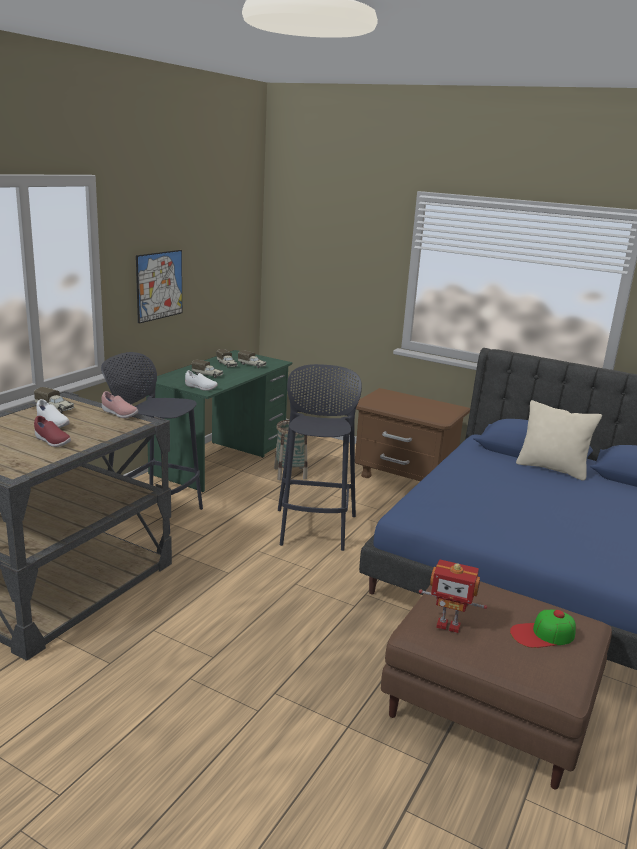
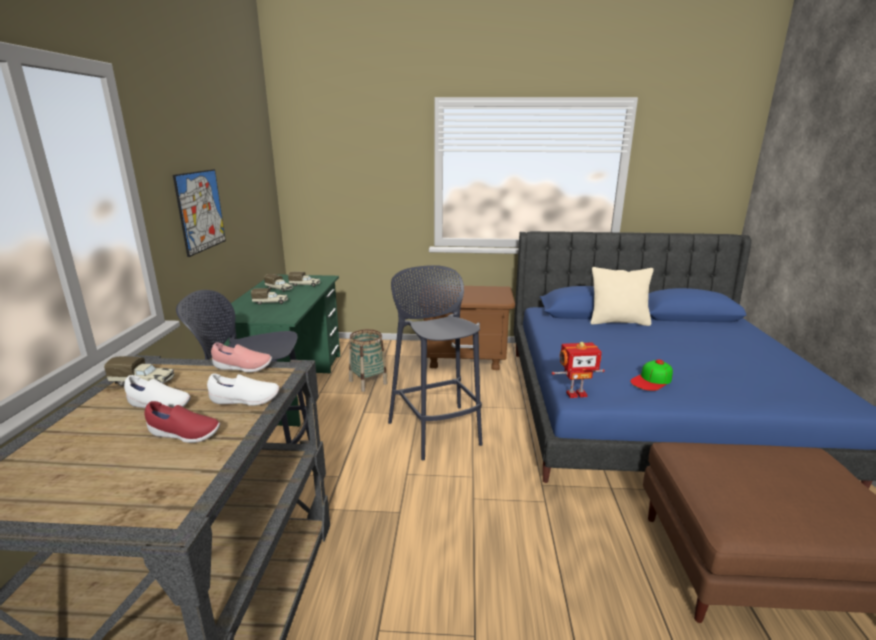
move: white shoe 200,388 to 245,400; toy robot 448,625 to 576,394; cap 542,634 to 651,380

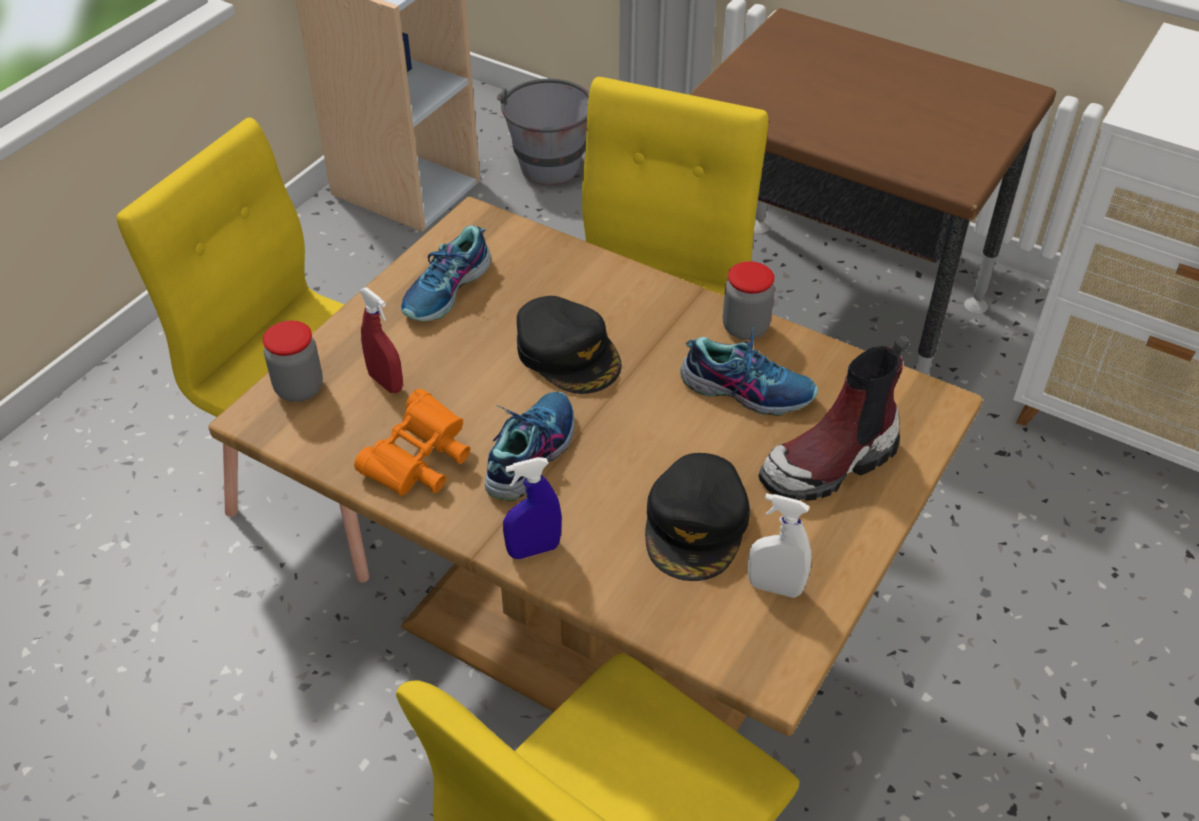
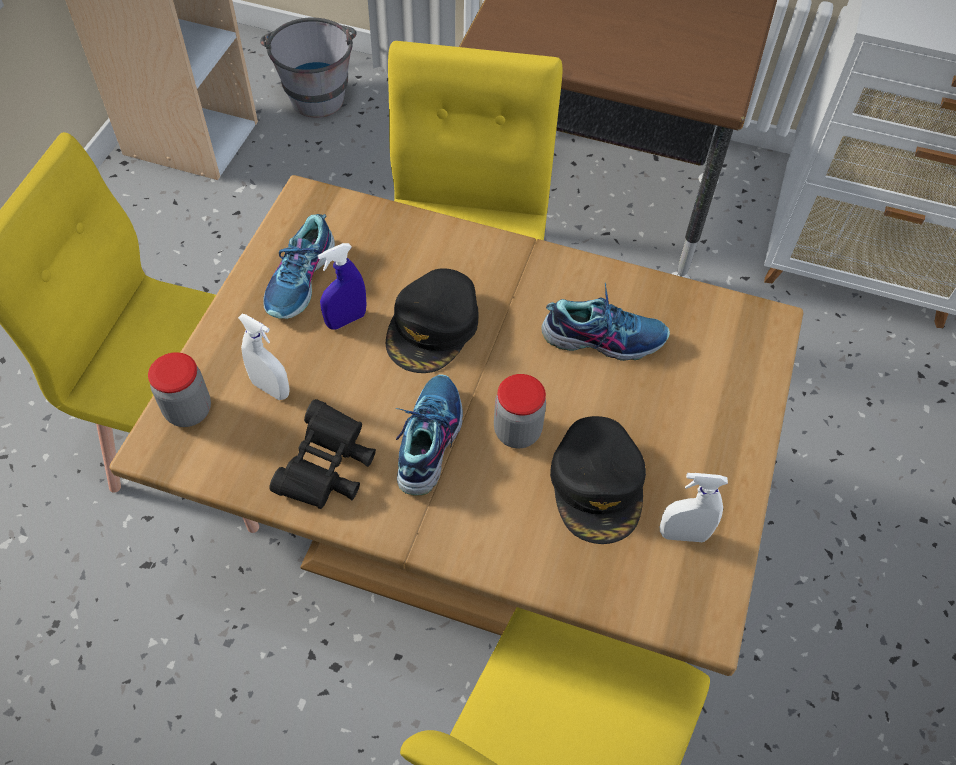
delete: boot 830,463
move: blue spray bottle 533,550 to 346,320; jar 745,328 to 517,431
recolor: orange binoculars 419,463 to black binoculars 327,469; red spray bottle 386,382 to white spray bottle 271,389
rotate: black cap 568,353 = 433,328 75 degrees clockwise

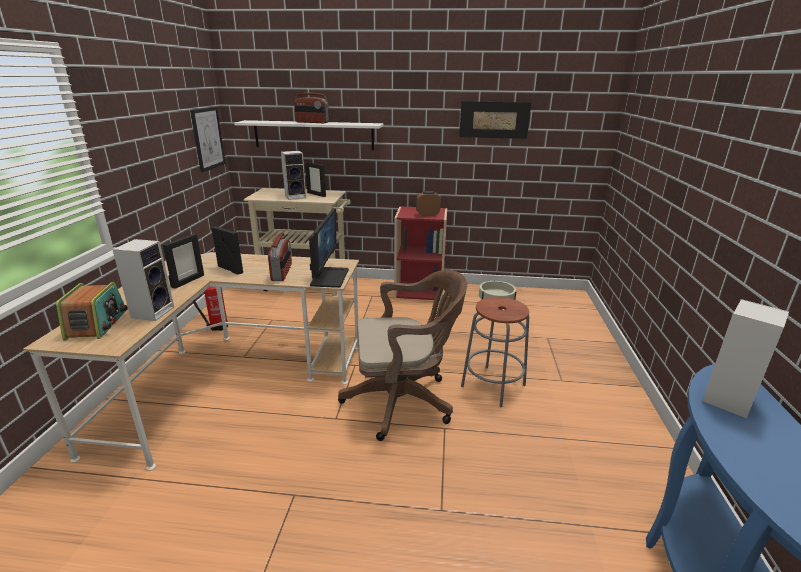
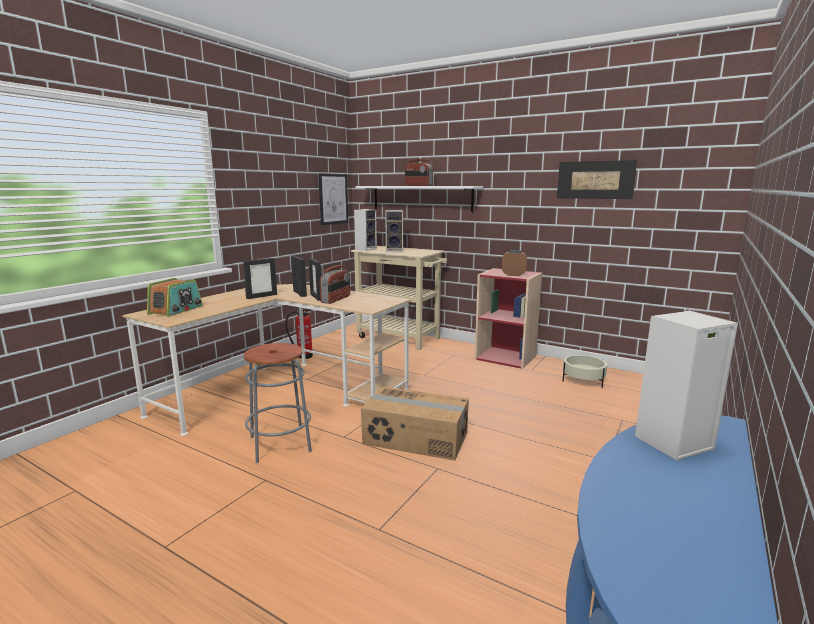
delete: monitor 329,277
move: speaker 153,312 to 366,249; picture frame 317,194 to 316,297; grey stool 493,385 to 280,444
replace: brown office chair 404,401 to cardboard box 415,438

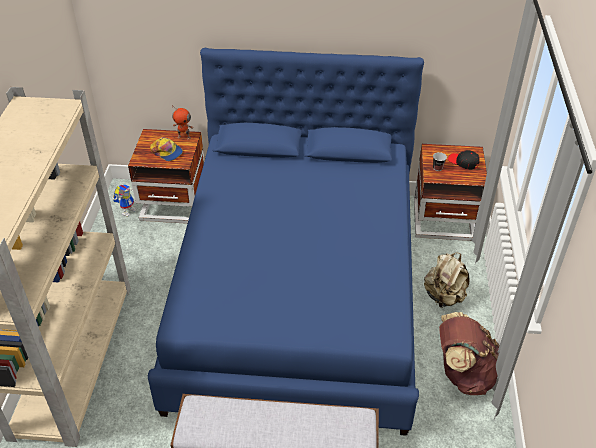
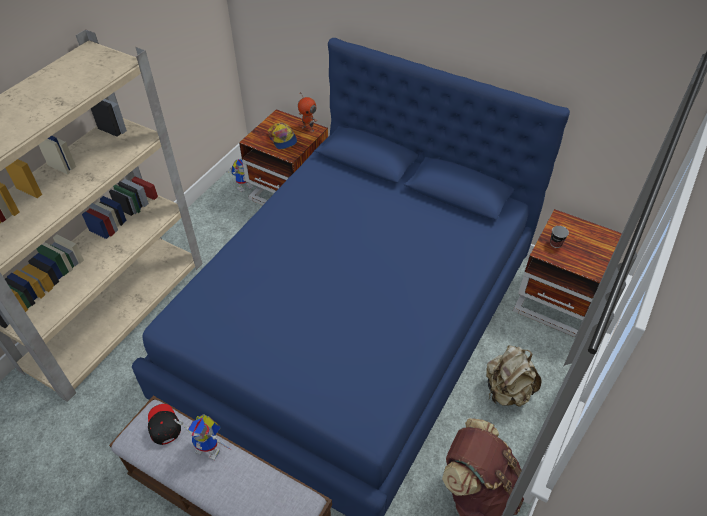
insert: toy robot 211,448
move: black cap 463,162 to 163,425

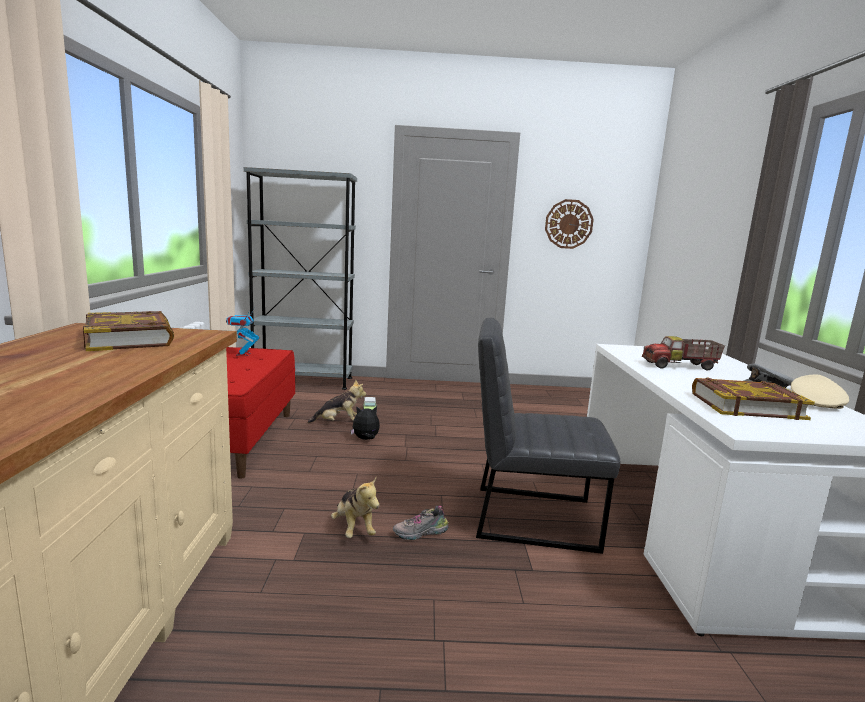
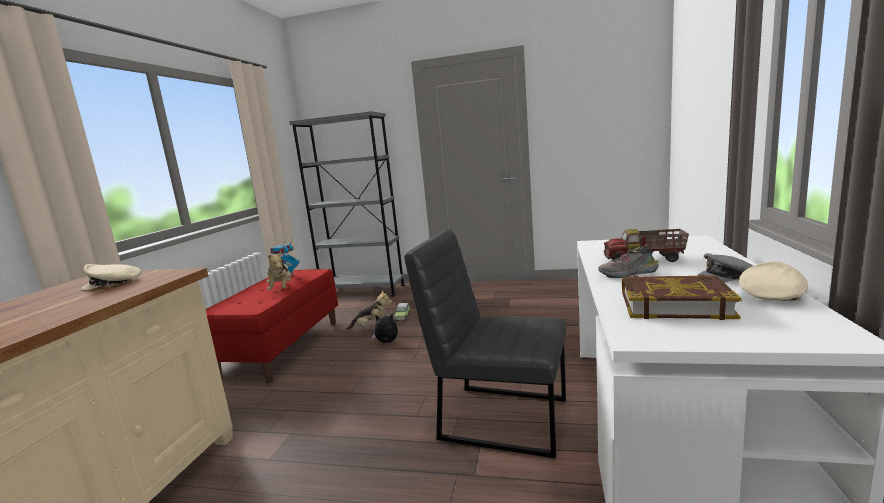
delete: wall clock 568,224
move: plush toy 354,528 to 281,289; shoe 420,533 to 628,274
replace: book 130,338 to beige cap 113,283

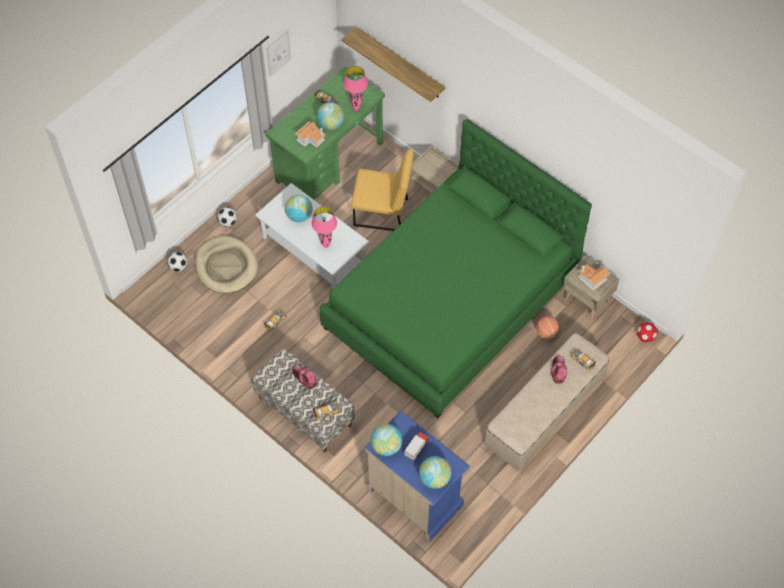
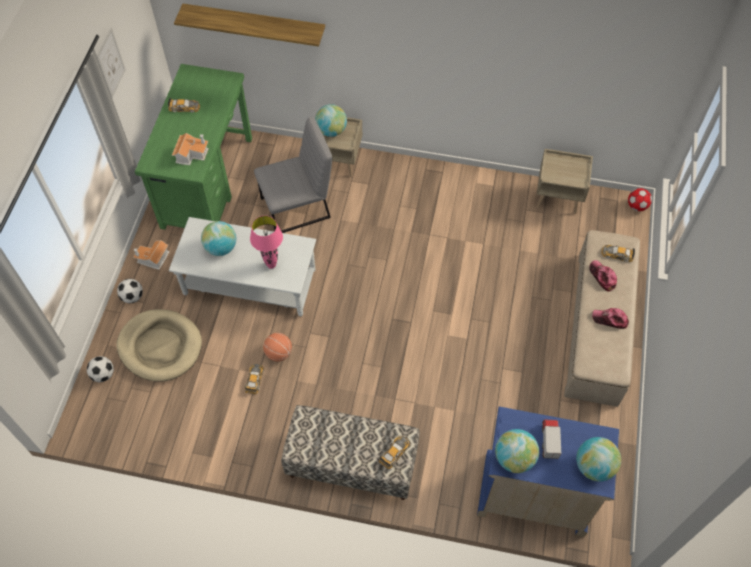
delete: green bed 451,301; pink table lamp 356,108
move: cap 304,377 to 610,319; globe 331,124 to 331,131; basketball 546,333 to 279,353; toy house 591,279 to 153,259
recolor: yellow chair 382,212 to grey chair 297,207

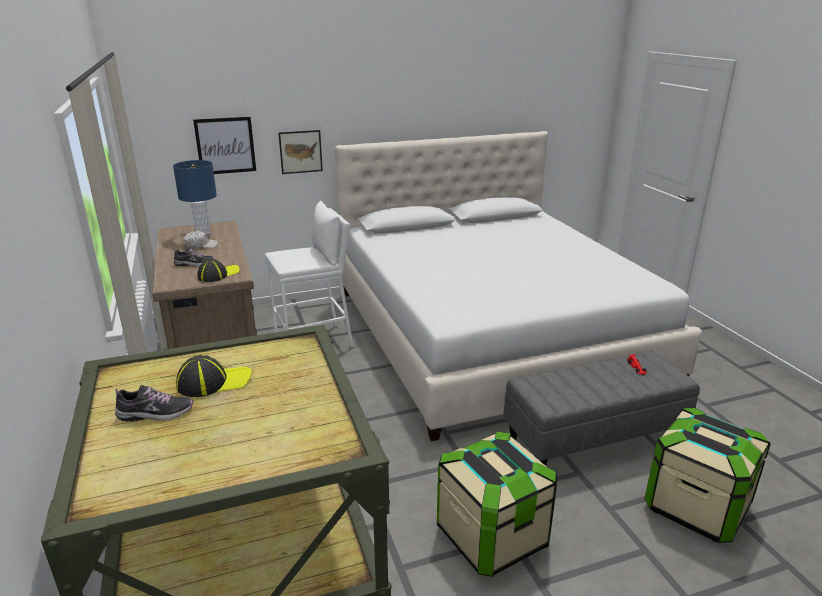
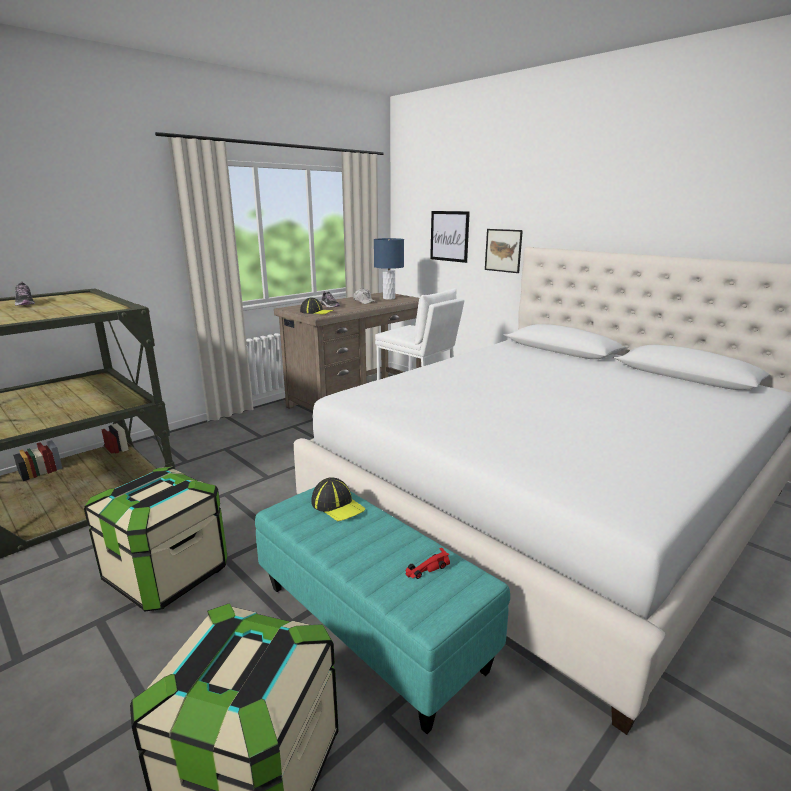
move: cap 214,382 to 337,505
recolor: grey ottoman 593,438 to turquoise ottoman 372,626

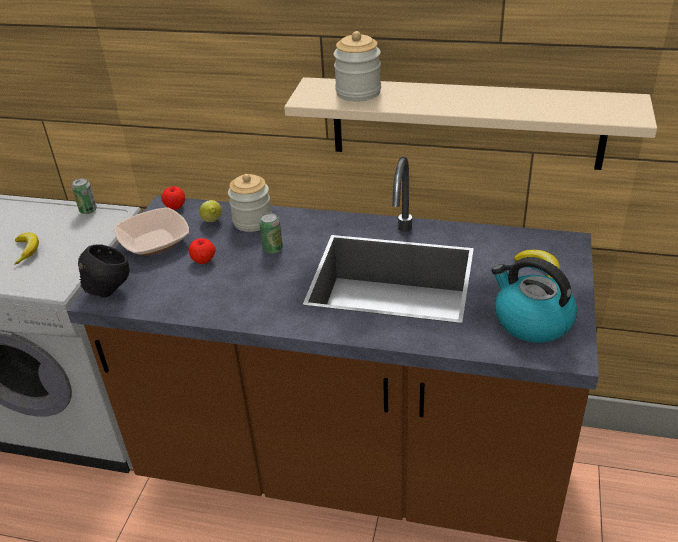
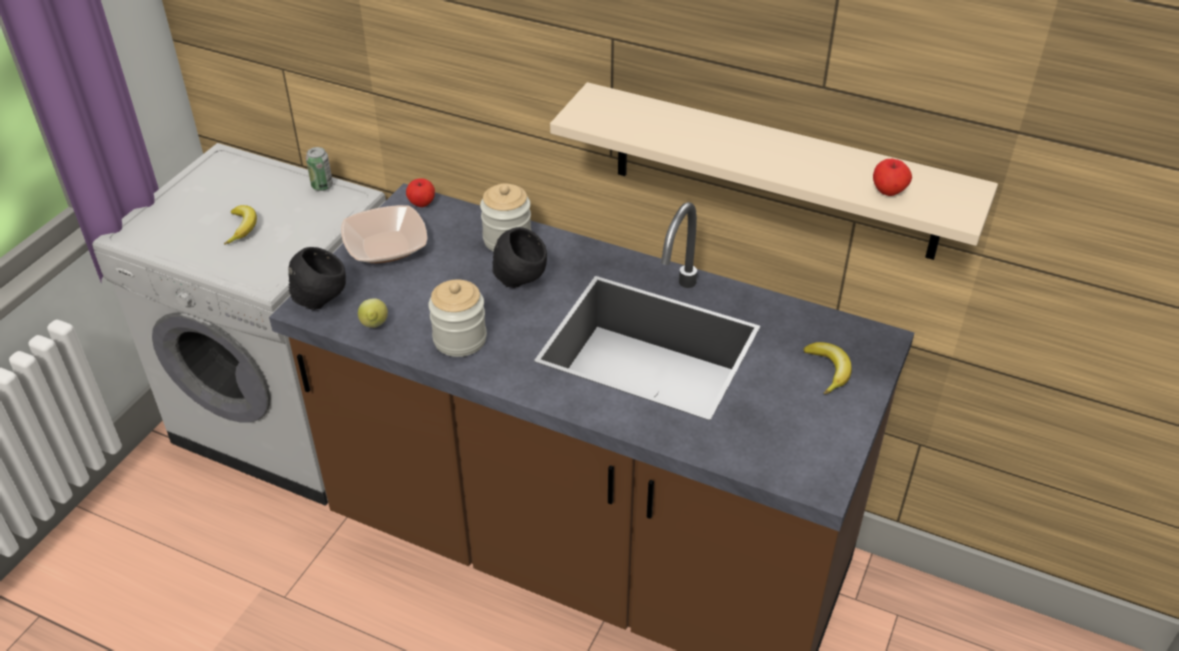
delete: kettle 531,321
move: apple 203,260 to 888,191; lemon 212,222 to 374,326; jar 358,92 to 460,339
replace: can 272,249 to black bowl 520,282

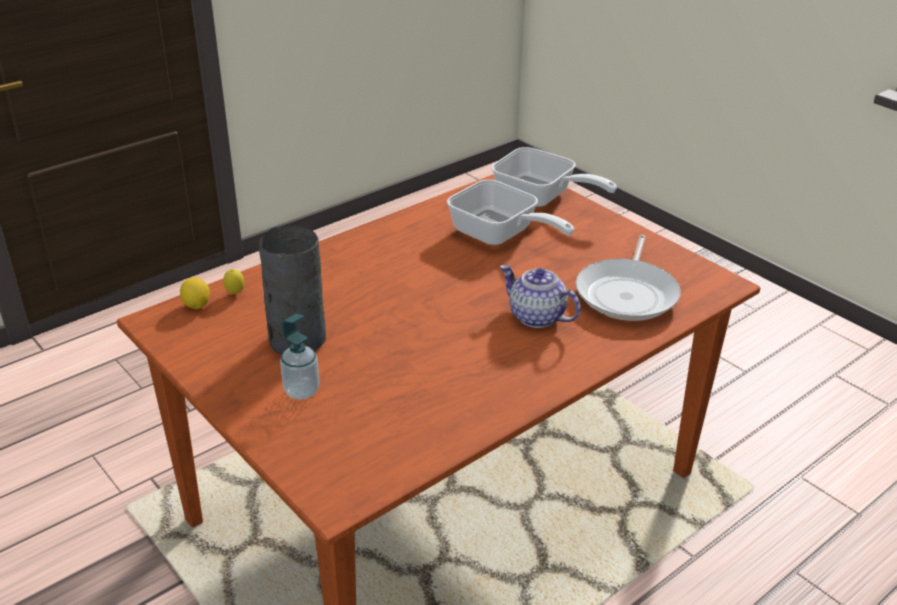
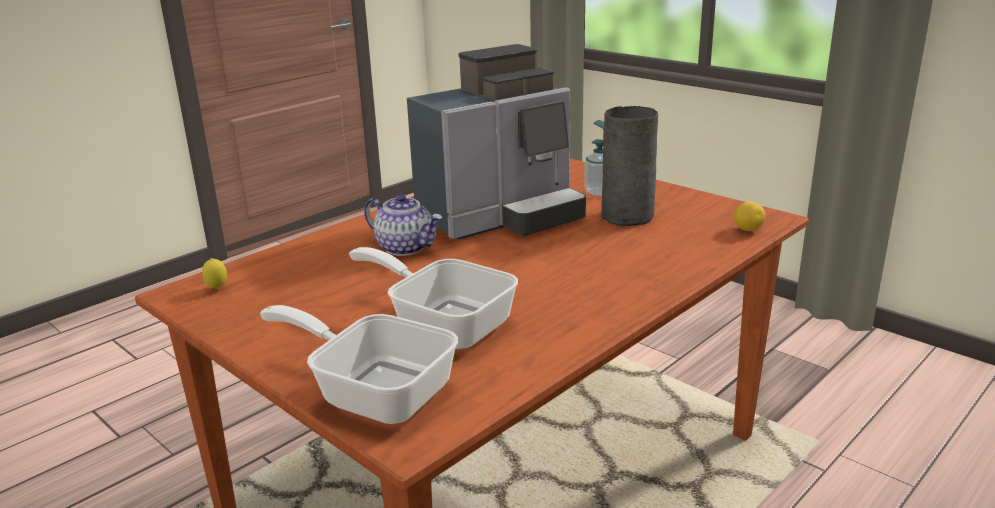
delete: frying pan 628,293
insert: coffee machine 502,217
move: lemon 235,294 to 217,288

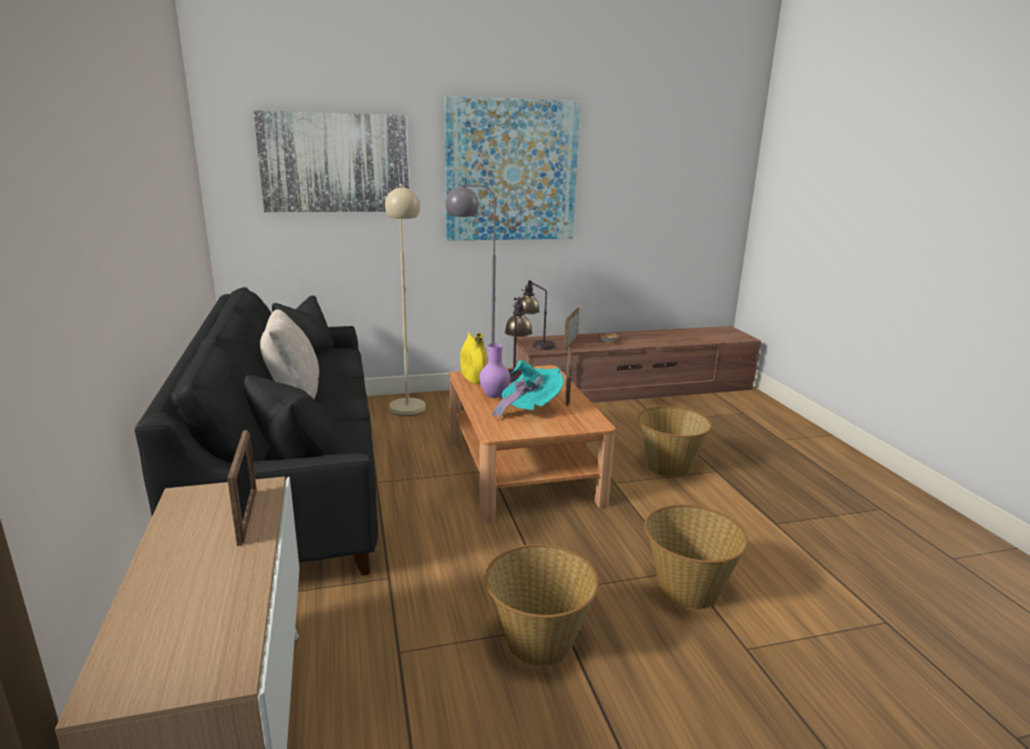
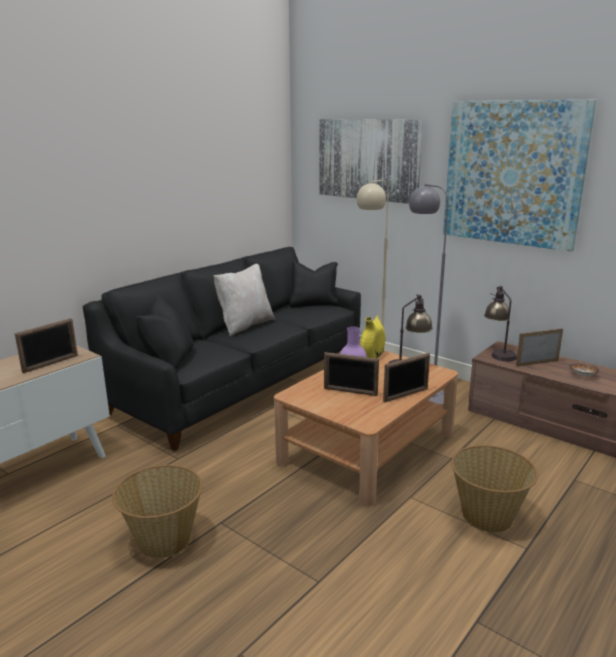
delete: basket 687,590
replace: turquoise hat 528,409 to picture frame 350,392

